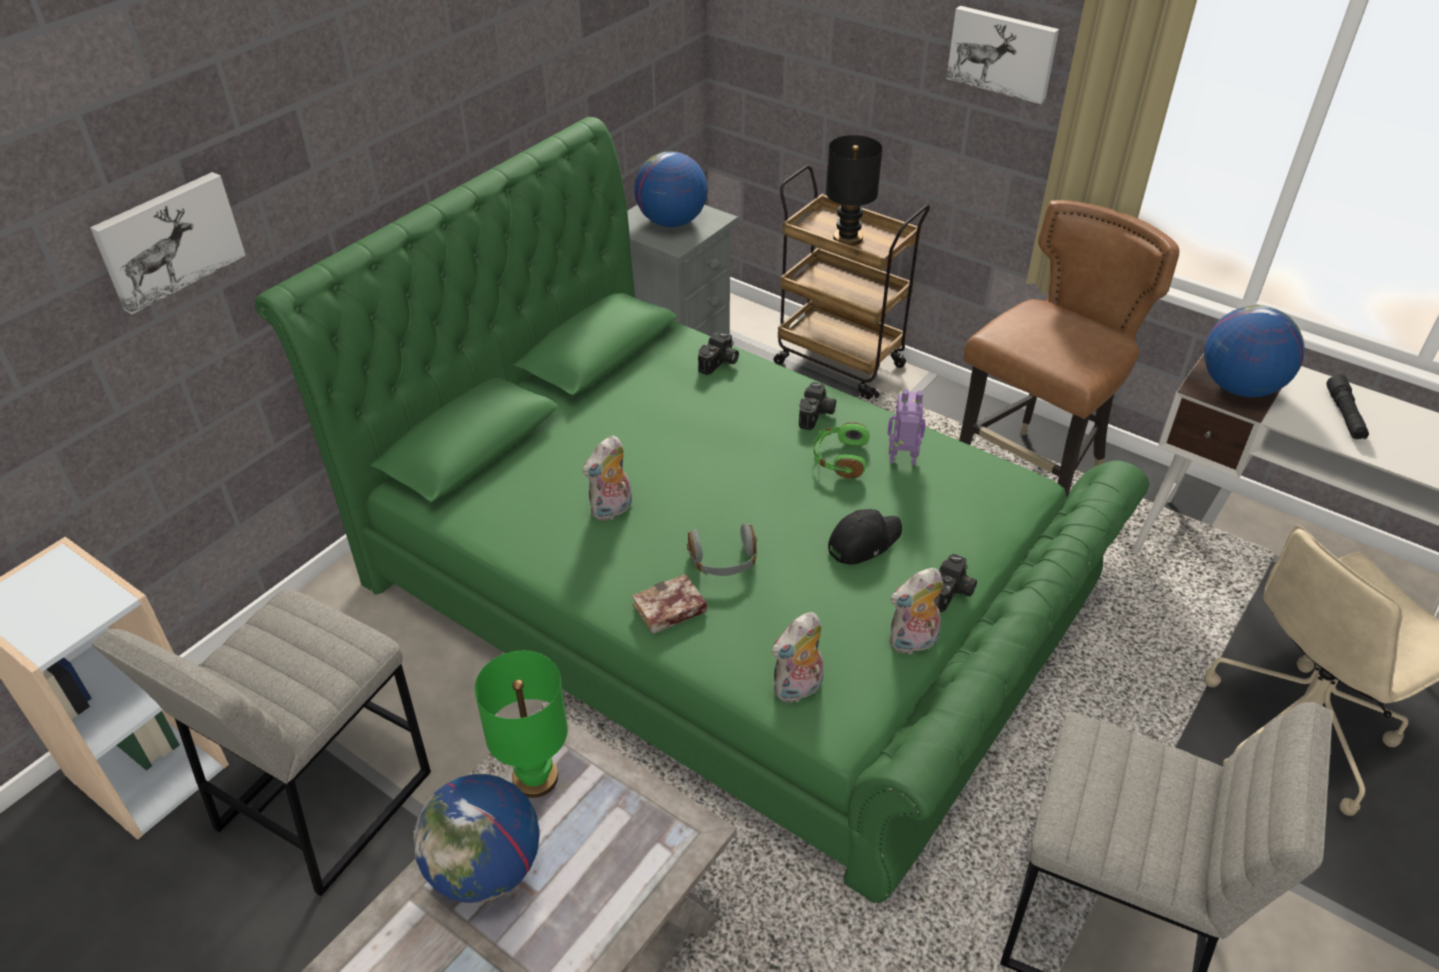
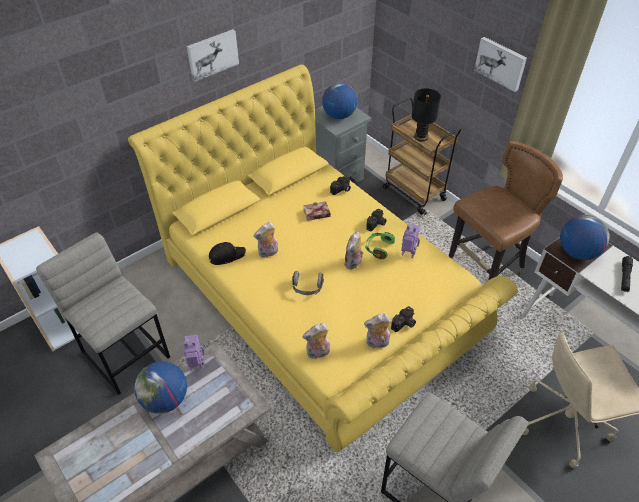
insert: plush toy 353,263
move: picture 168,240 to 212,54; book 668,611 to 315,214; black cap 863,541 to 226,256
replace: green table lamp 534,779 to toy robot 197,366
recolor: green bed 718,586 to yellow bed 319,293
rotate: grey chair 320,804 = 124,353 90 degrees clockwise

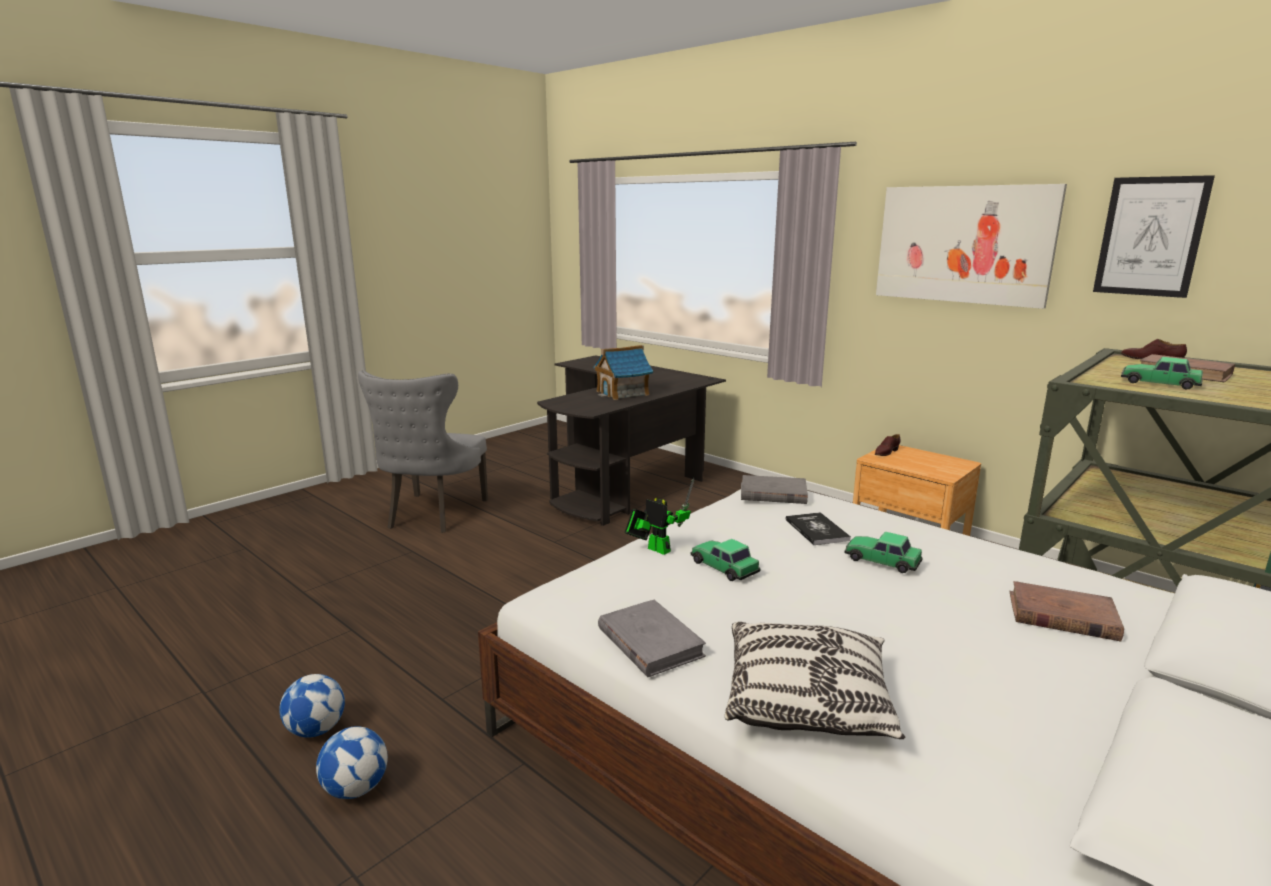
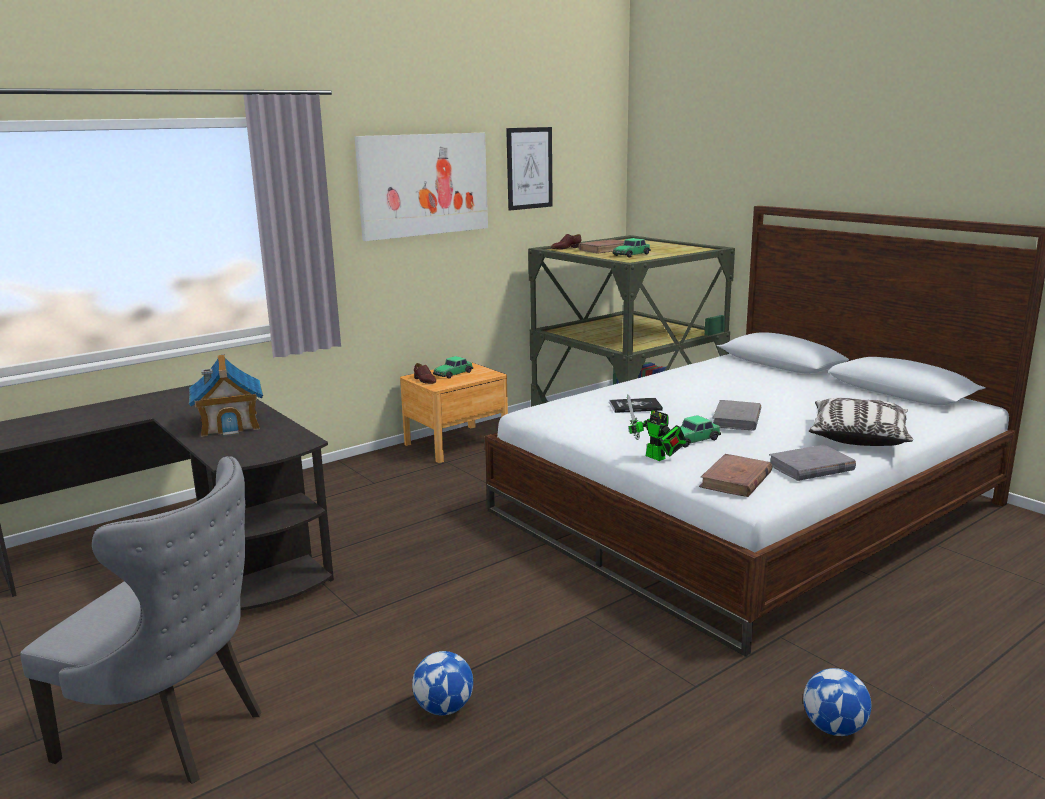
move: football 316,730 to 444,708; grey book 772,494 to 736,419; toy car 882,560 to 453,374; brown book 1061,616 to 736,480
rotate: toy robot 656,548 = 658,458 90 degrees counterclockwise

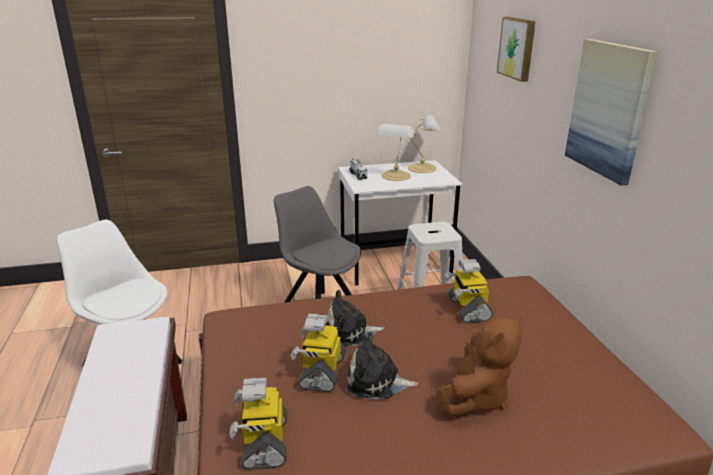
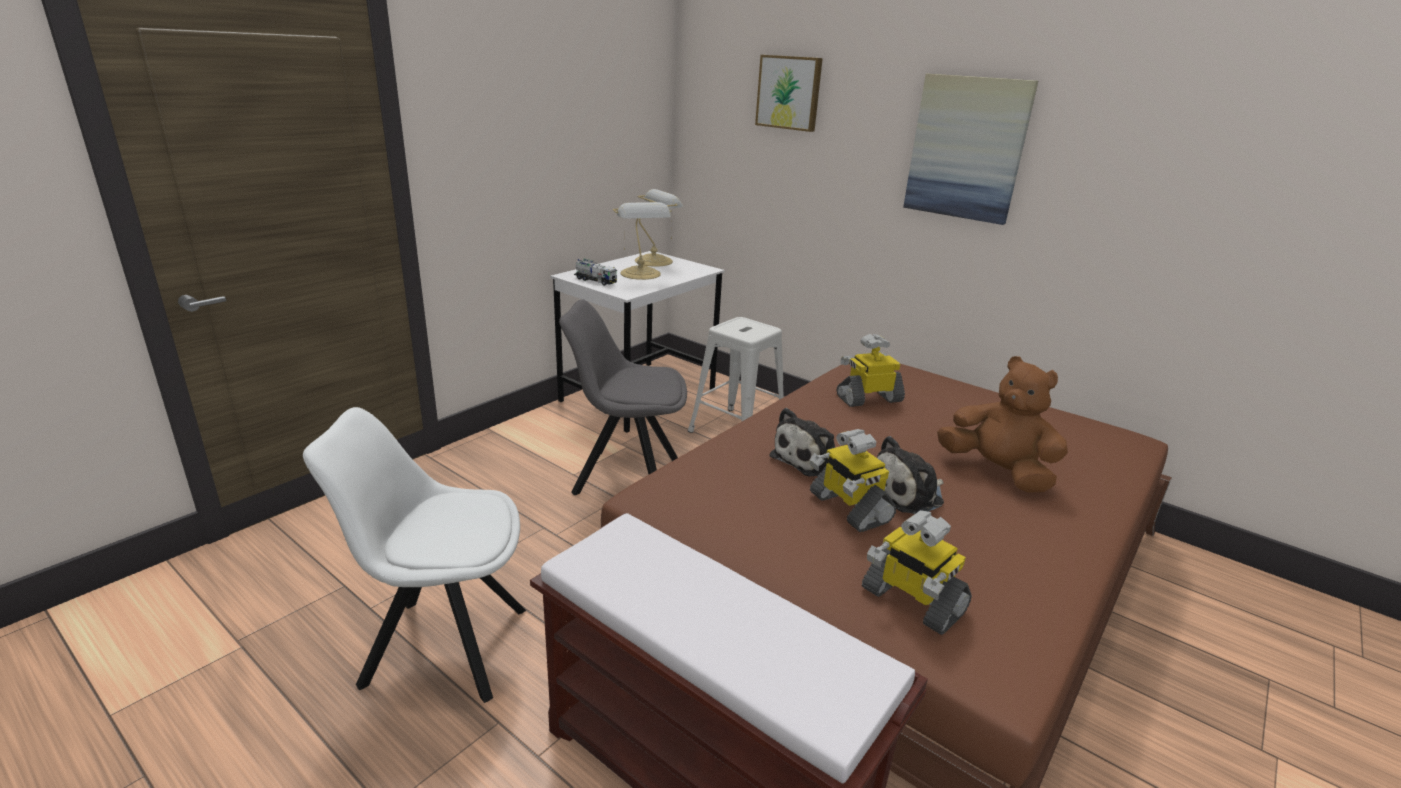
rotate: brown plush toy 475,397 = 997,471 45 degrees counterclockwise; toy robot 467,309 = 868,398 120 degrees clockwise

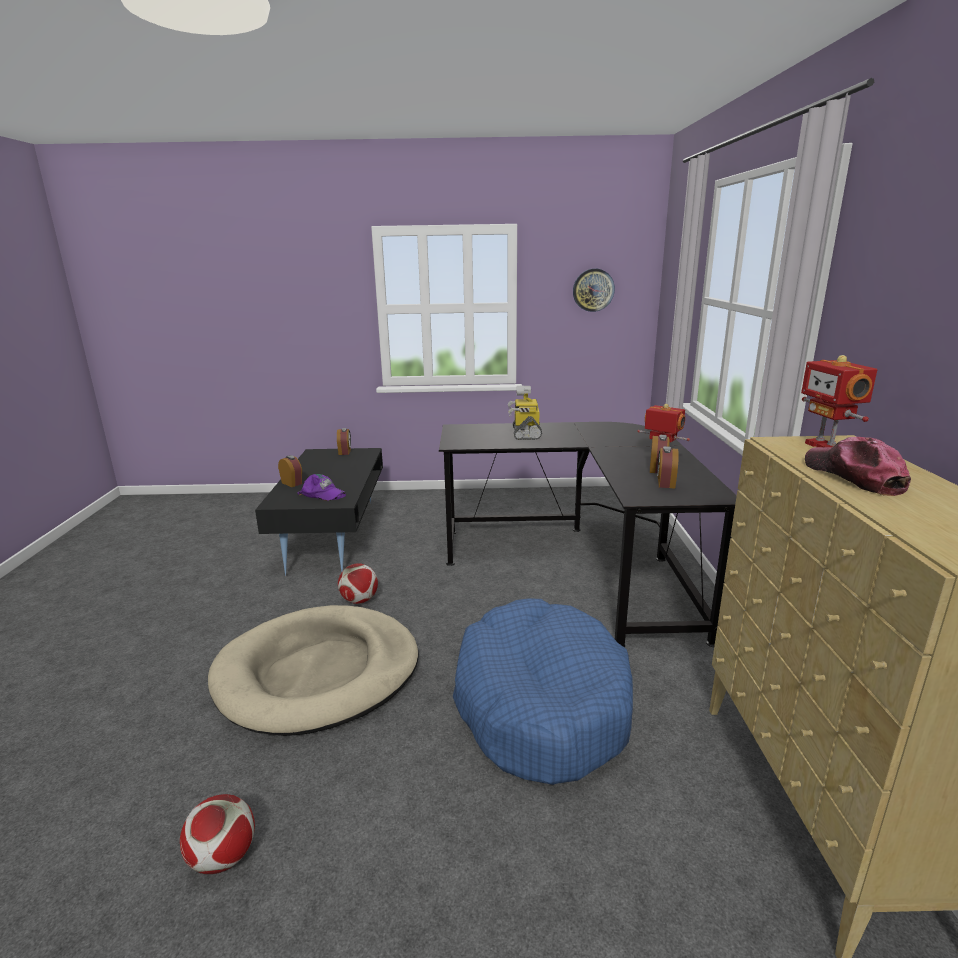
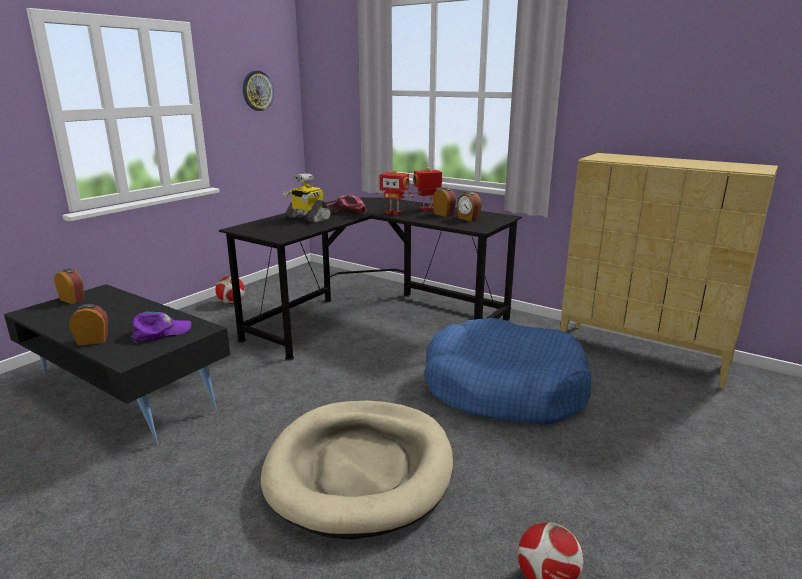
move: football 359,600 to 231,302; toy robot 824,446 to 394,213; cap 853,476 to 346,211

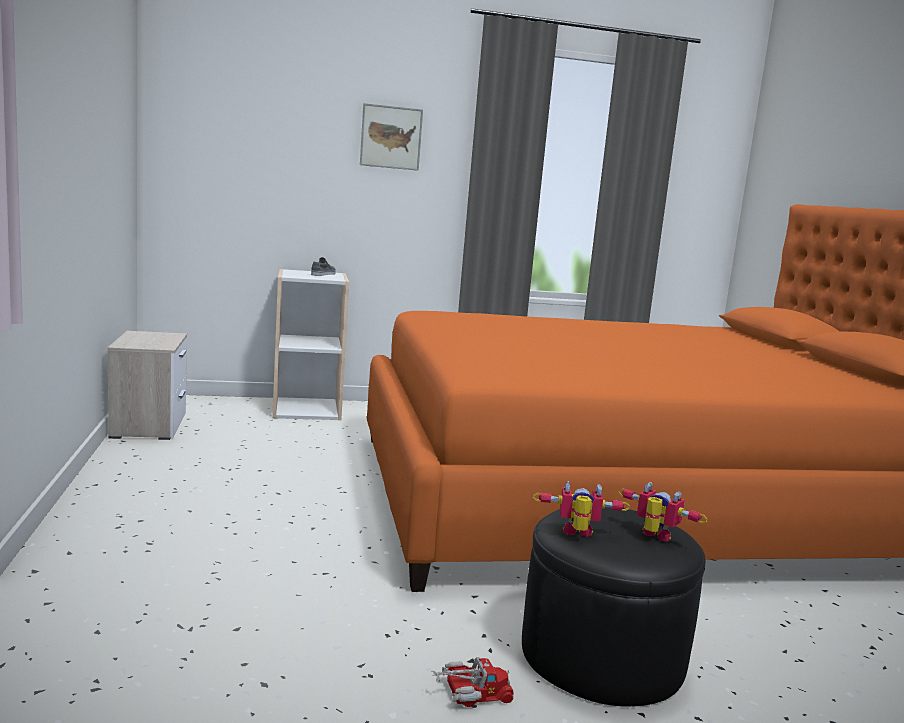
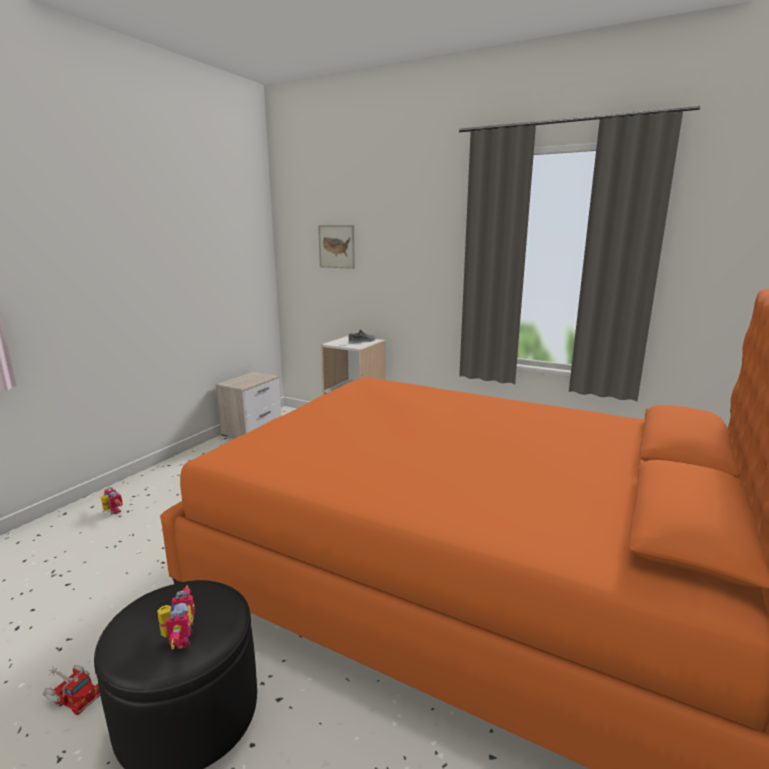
move: picture 391,137 to 337,246; toy robot 577,535 to 112,512

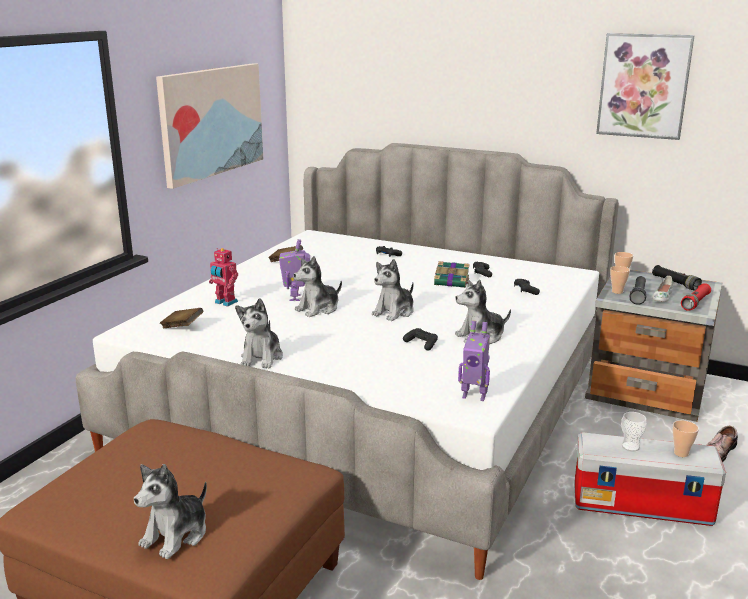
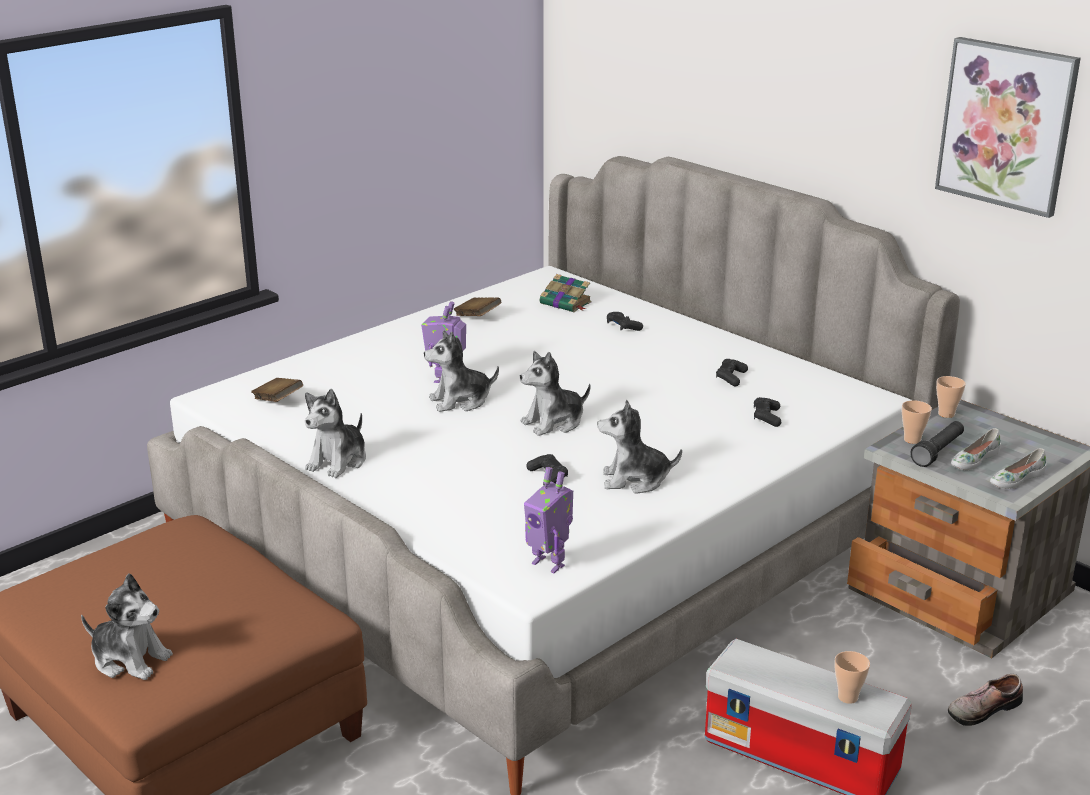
delete: picture 211,122; toy robot 225,302; cup 630,446; black flashlight 675,283
move: book 452,282 to 566,303
replace: red flashlight 695,303 to white shoe 1015,479
rotate: plush toy 176,535 = 130,659 120 degrees counterclockwise

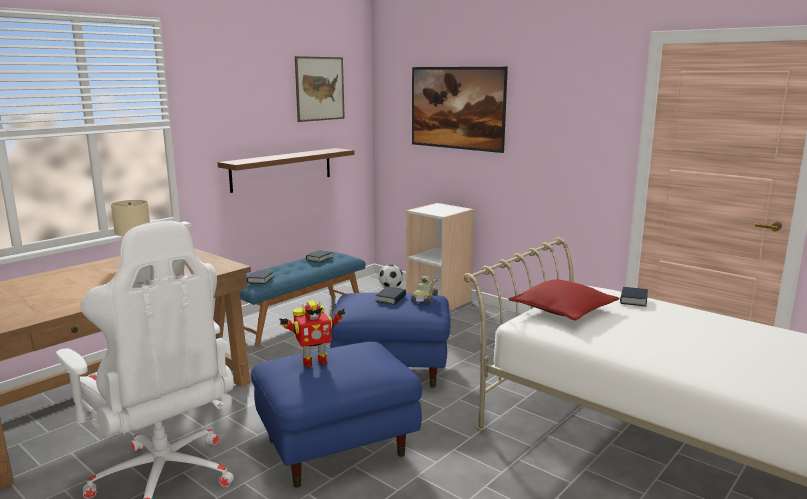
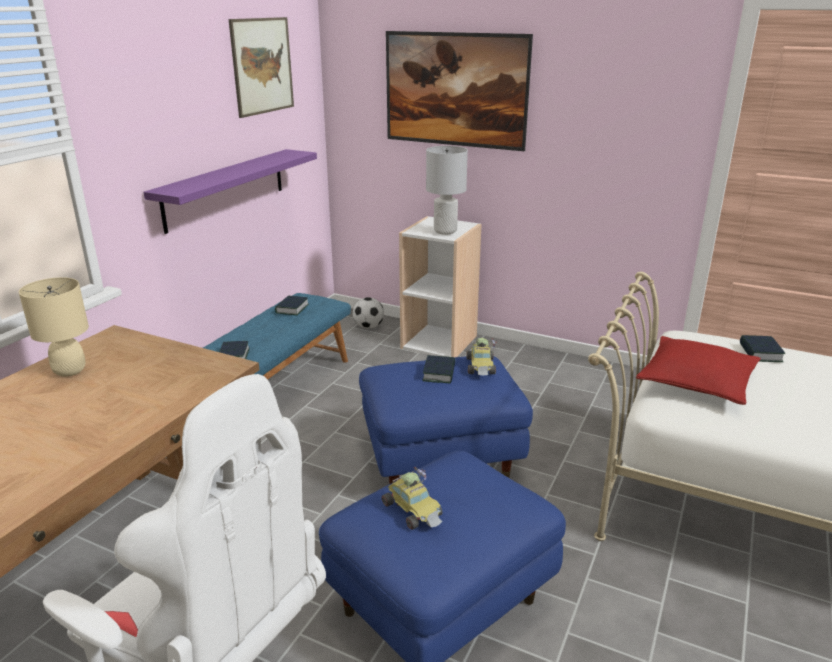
insert: grey table lamp 445,232
replace: toy robot 313,362 to toy car 413,510
recolor: brown shelf 282,169 to purple shelf 225,189

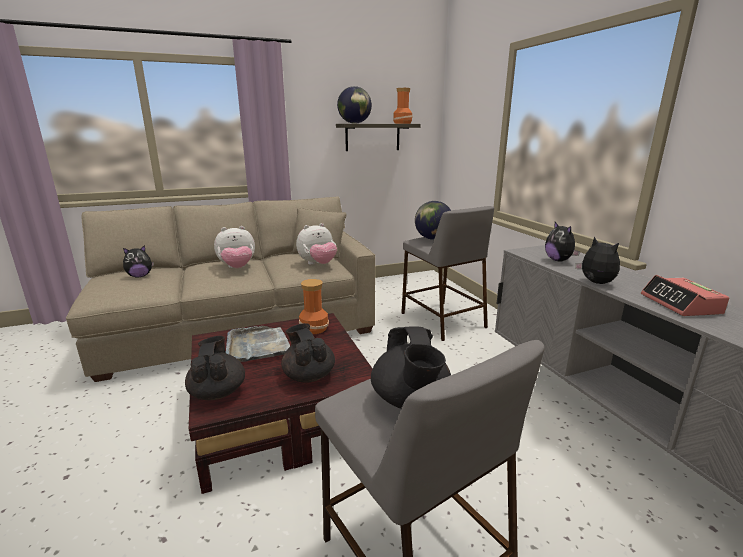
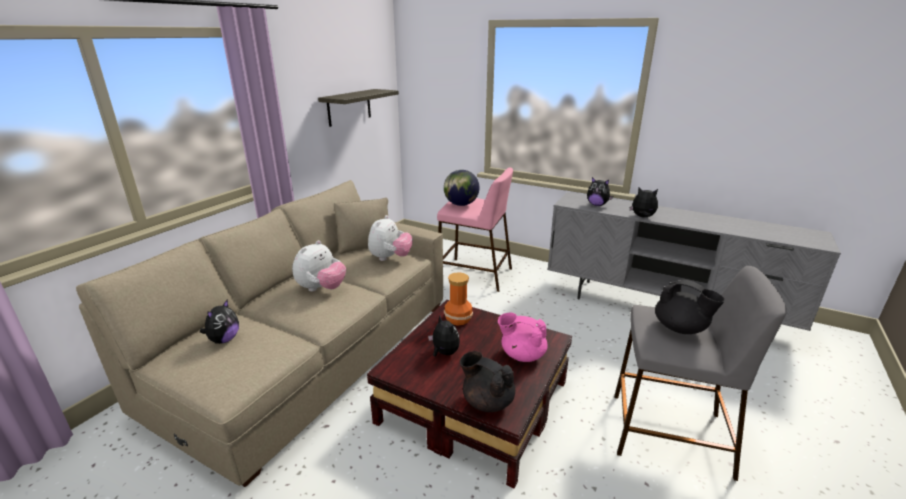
delete: globe 354,123; vase 403,123; alarm clock 680,304
replace: grey tray 258,346 to plush toy 444,353
recolor: black teapot 308,375 to pink teapot 522,355; grey stool 441,319 to pink stool 474,274

